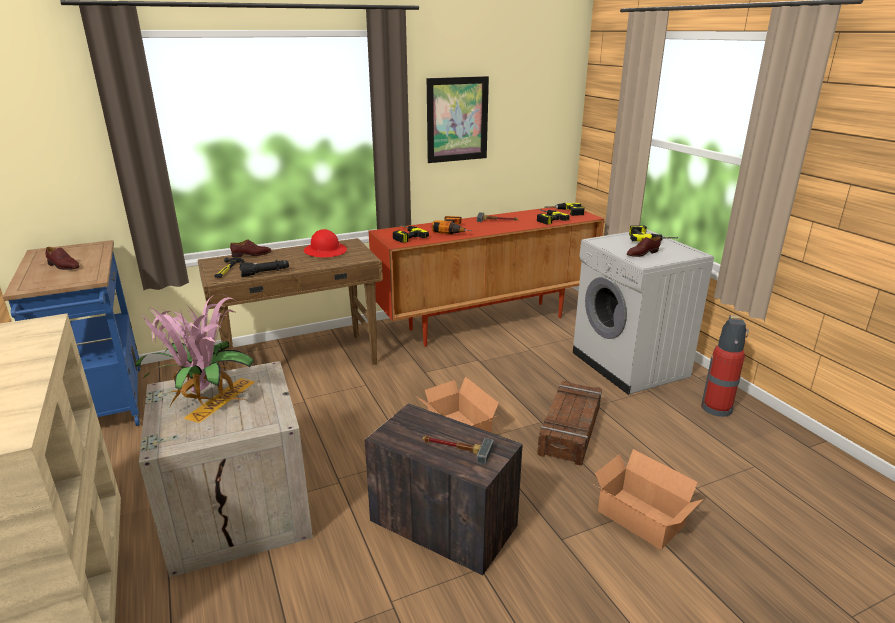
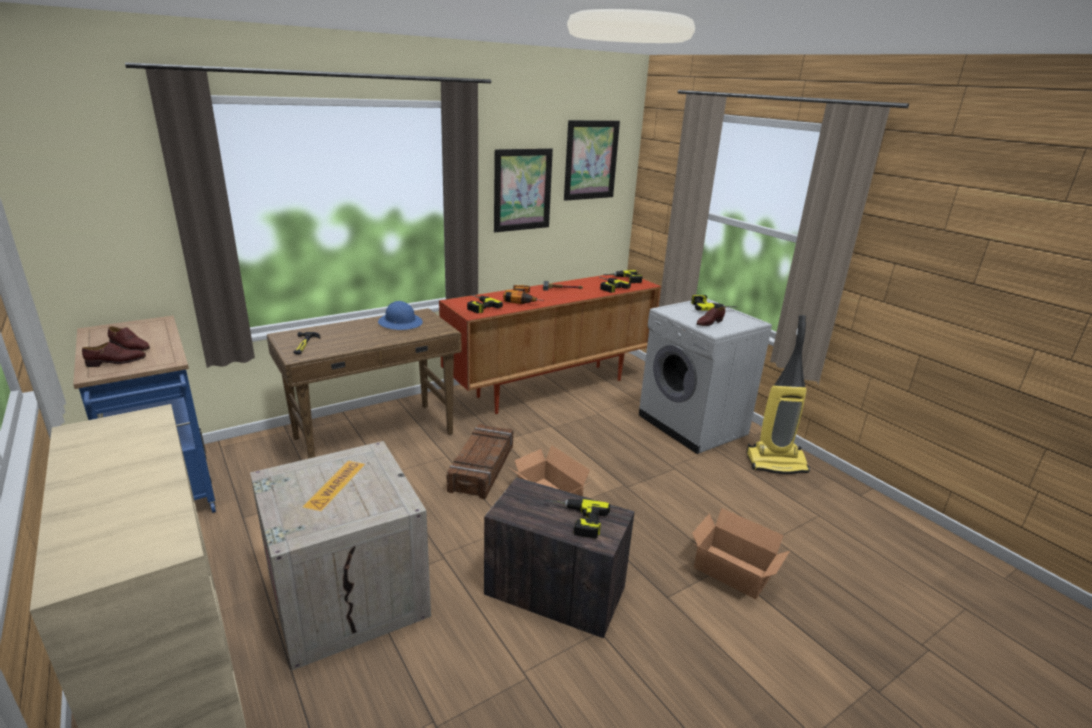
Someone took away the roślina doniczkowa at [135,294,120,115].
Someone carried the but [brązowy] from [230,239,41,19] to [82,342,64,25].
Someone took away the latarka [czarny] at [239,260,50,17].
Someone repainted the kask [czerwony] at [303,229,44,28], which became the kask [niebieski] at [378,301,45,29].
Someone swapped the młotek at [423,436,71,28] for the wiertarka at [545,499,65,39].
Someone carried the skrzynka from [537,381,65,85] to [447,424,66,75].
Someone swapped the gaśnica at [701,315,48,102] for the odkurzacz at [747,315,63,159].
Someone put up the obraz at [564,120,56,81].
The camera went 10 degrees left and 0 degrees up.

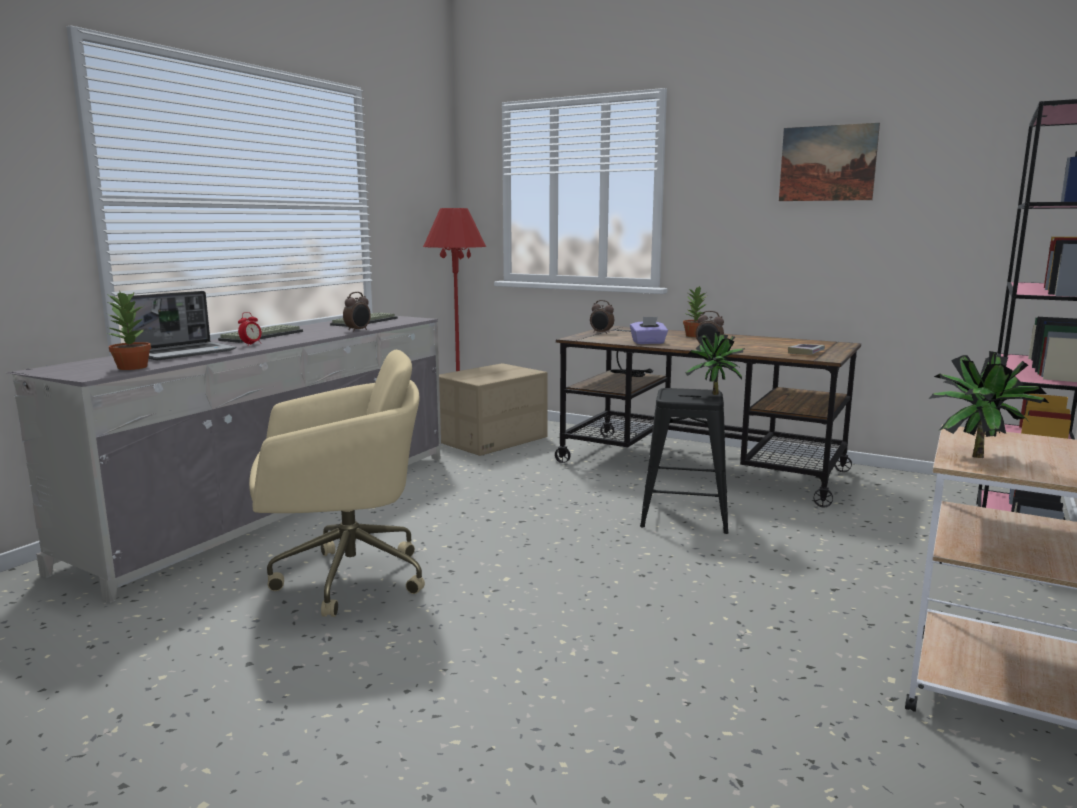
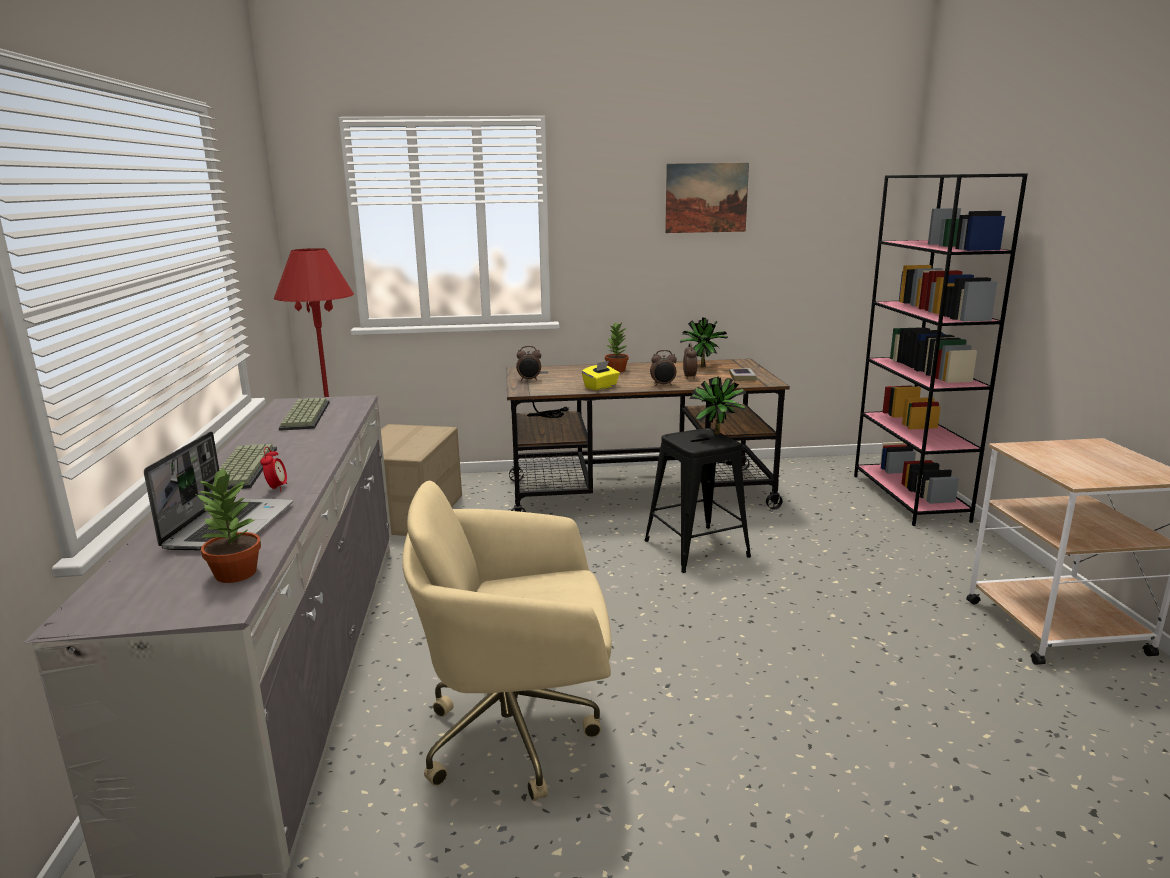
Someone rotated the krzesło biurowe [beżowy] at [249,350,176,267] by 135 degrees counterclockwise.
Someone carried the budzik from [343,292,28,40] to [683,343,14,36].
Someone repainted the pudełko chusteczek [fioletowy] at [630,317,38,27], which became the pudełko chusteczek [żółty] at [582,361,38,29].
Someone carried the roślina doniczkowa from [929,351,120,107] to [680,318,48,49].
The camera went 35 degrees left and 5 degrees up.

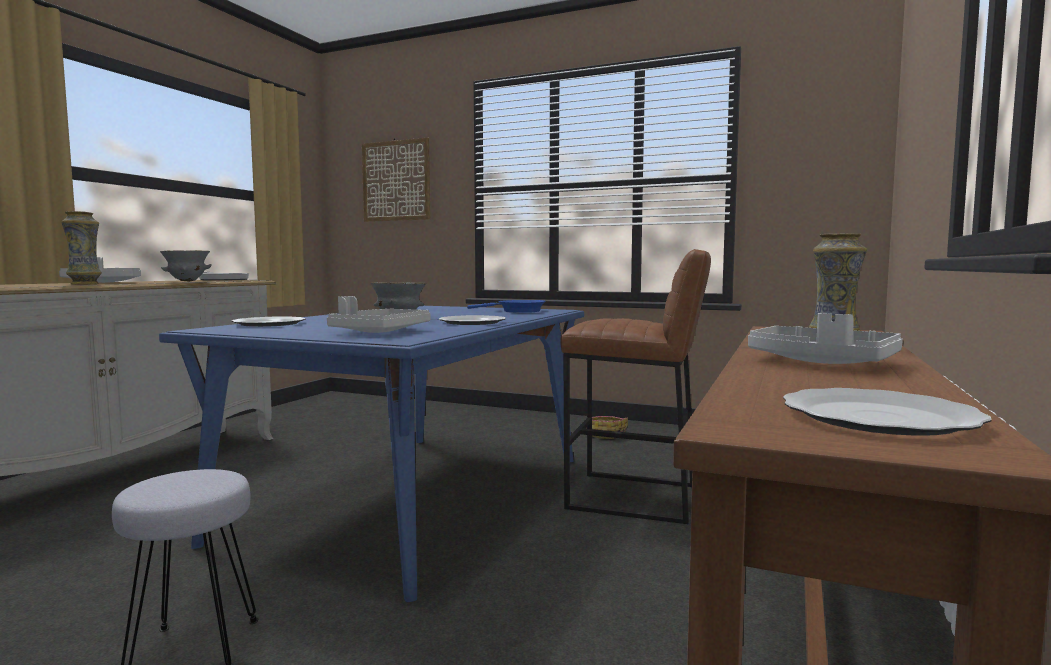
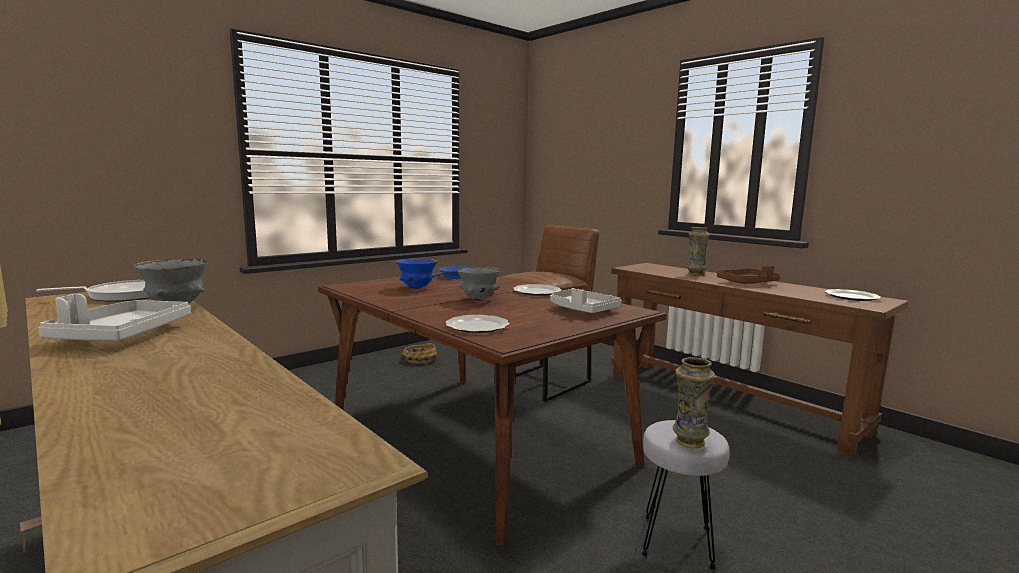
Someone carried the wazon from [61,211,41,74] to [673,357,42,92].
Someone repainted the stół jadalny [niebieski] at [159,306,425,296], which became the stół jadalny [brązowy] at [318,272,349,274].
Someone took away the obraz at [362,138,68,84].
Someone repainted the taca [szary] at [748,313,155,51], which became the taca [brązowy] at [717,265,63,19].
Someone put down the miska [niebieski] at [396,258,42,31].
The camera went 65 degrees left and 5 degrees up.

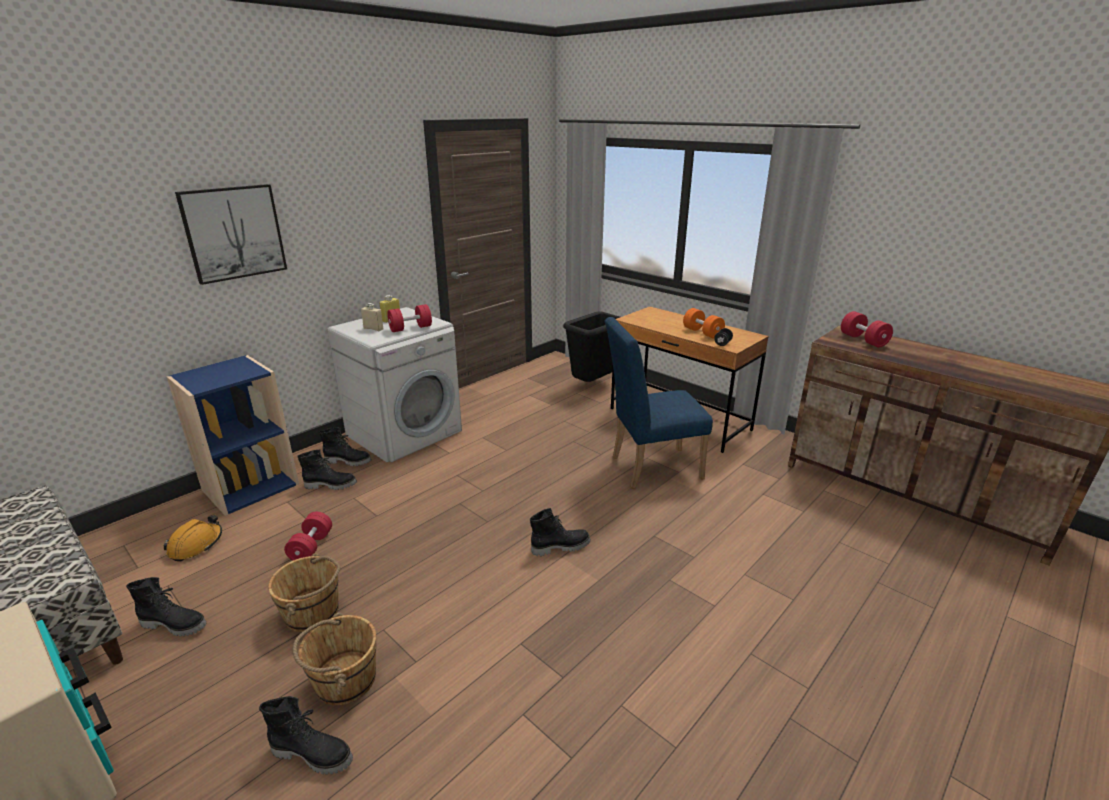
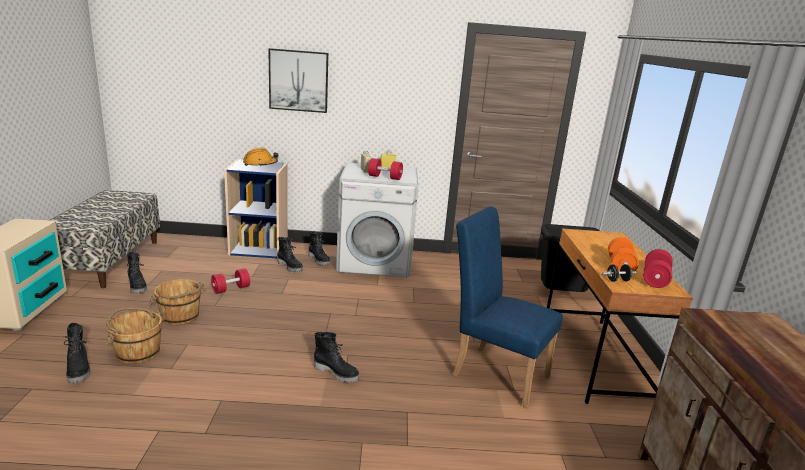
Someone carried the kask [pomarańczowy] from [164,515,58,47] to [243,148,35,19].
Someone carried the hantel [czerwony] from [841,311,52,36] to [643,249,30,39].
The camera went 45 degrees right and 5 degrees down.

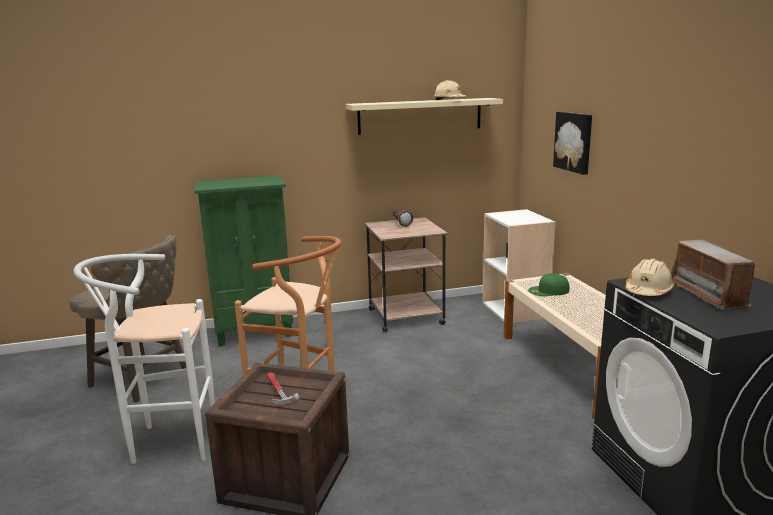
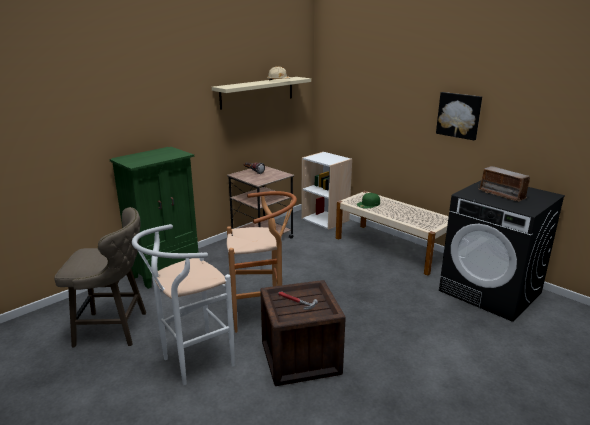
Someone carried the obraz from [553,112,39,63] to [436,92,46,48].
Someone took away the kask [beżowy] at [626,259,48,37].
The camera went 30 degrees left and 5 degrees up.

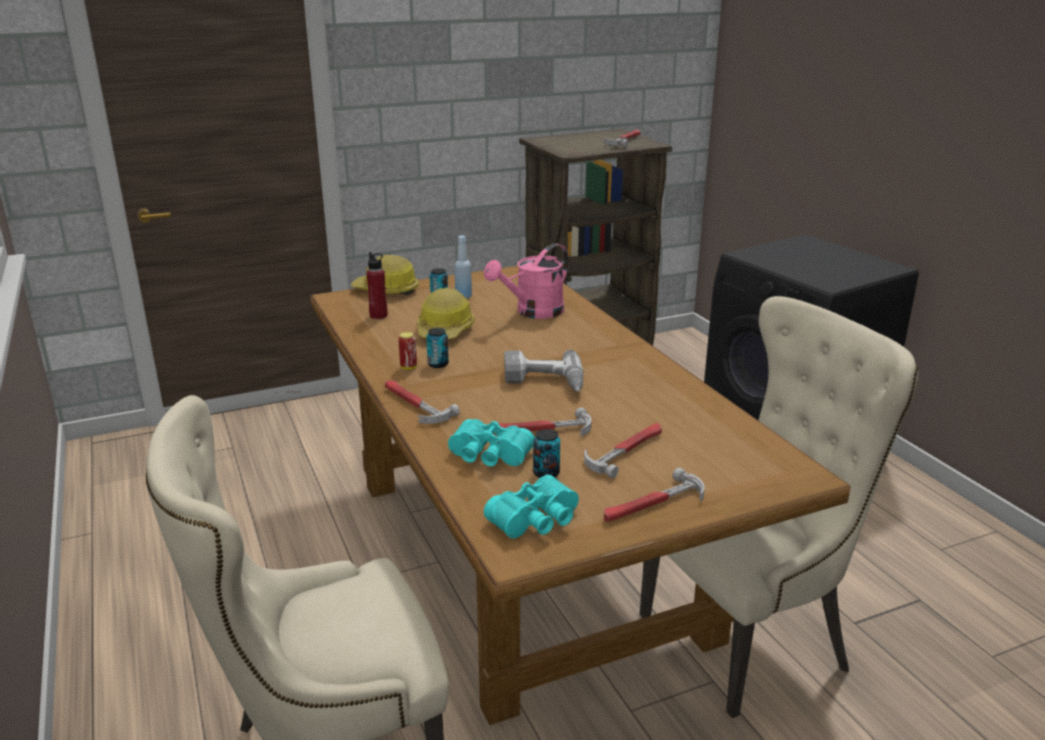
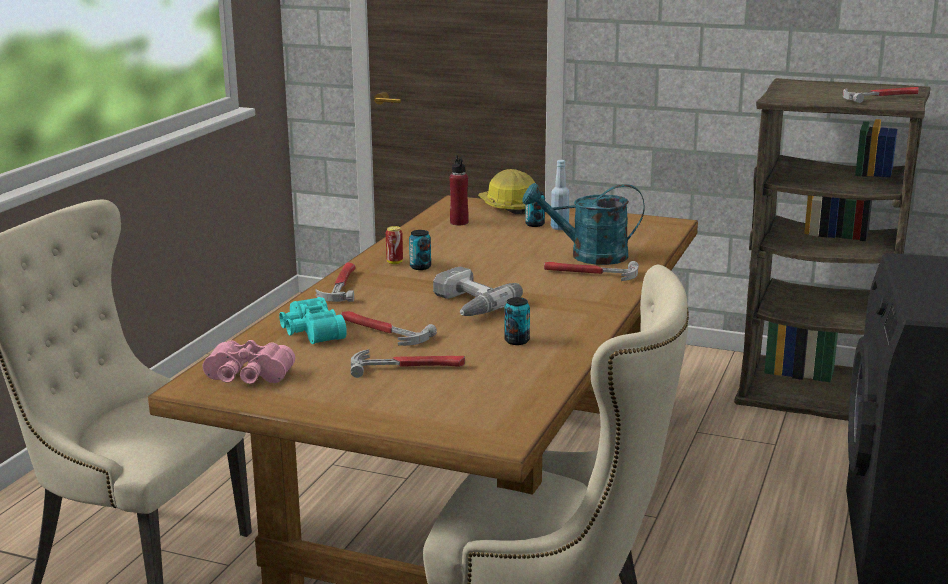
Someone took away the kask at [417,288,58,51].
Someone repainted the konewka [różowy] at [484,244,85,75], which became the konewka [turkusowy] at [522,183,122,82].
Someone repainted the lornetka [turkusowy] at [484,475,95,63], which became the lornetka [różowy] at [203,340,92,44].
Someone carried the puszka from [533,429,27,49] to [504,297,26,48].
Someone carried the młotek from [604,468,101,54] to [544,261,95,20].
The camera went 45 degrees right and 5 degrees down.

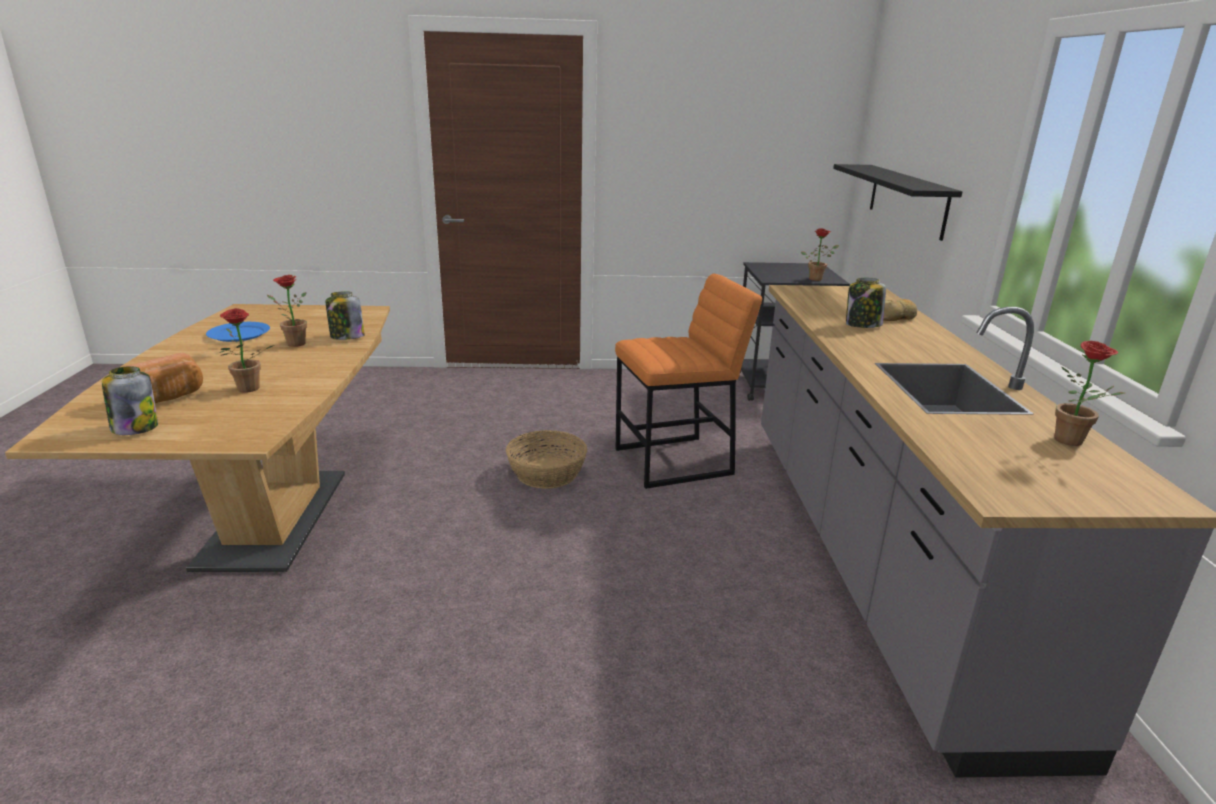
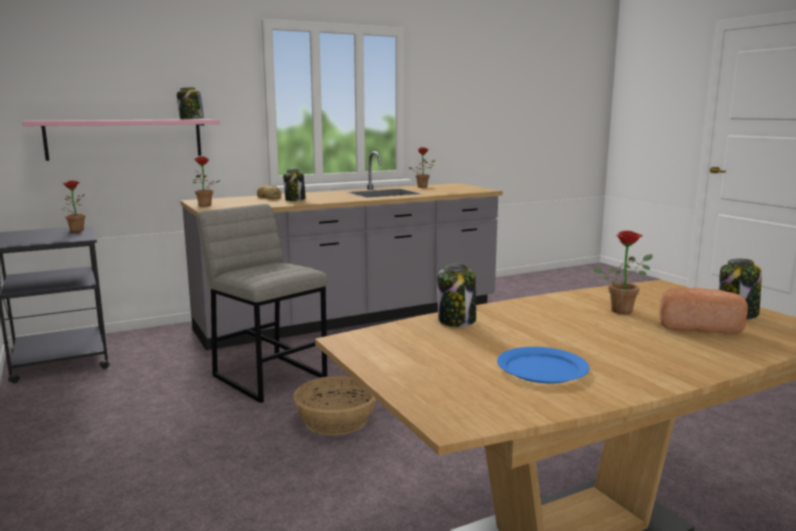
Someone carried the roślina doniczkowa from [267,275,40,72] to [193,156,28,51].
Someone repainted the krzesło [pomarańczowy] at [615,273,147,216], which became the krzesło [szary] at [196,204,131,199].
Someone repainted the półka [czarny] at [833,164,129,77], which became the półka [różowy] at [22,119,198,42].
Someone put down the słoik at [177,87,27,32].
The camera went 115 degrees left and 10 degrees down.

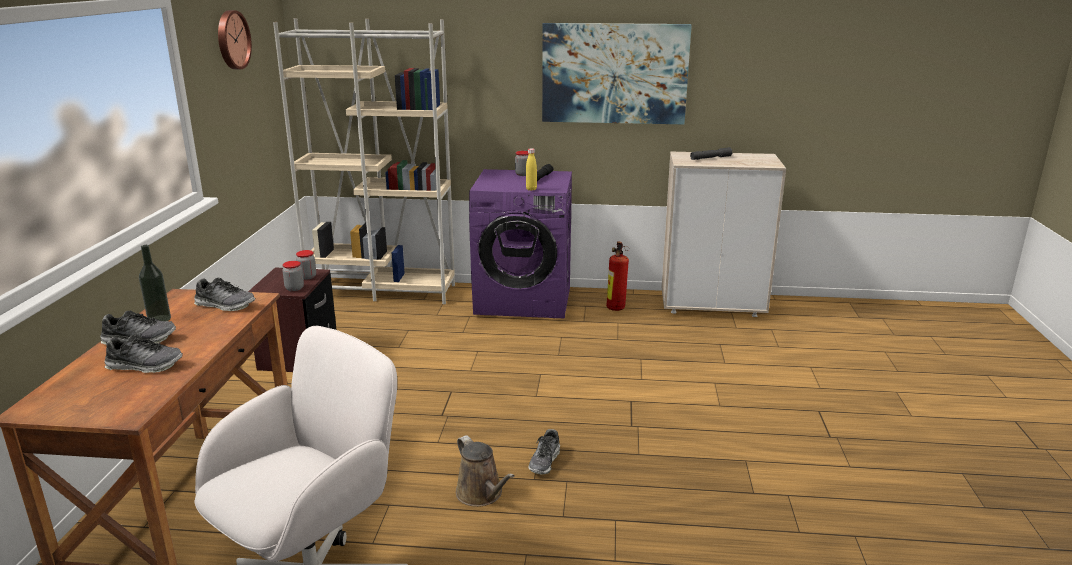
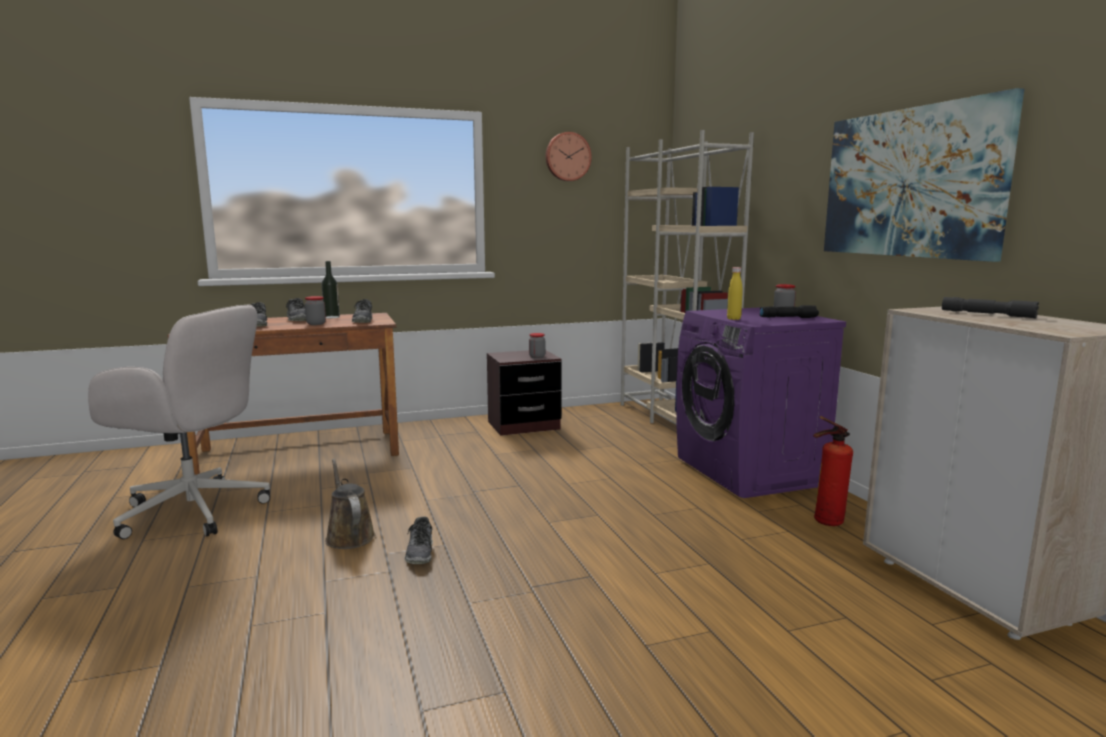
Someone carried the słoik from [282,261,22,30] to [305,296,21,29].
Someone rotated the konewka [brązowy] at [456,435,59,72] by 120 degrees clockwise.
Someone rotated the but at [529,429,31,45] by 90 degrees counterclockwise.
The camera went 65 degrees right and 10 degrees down.

